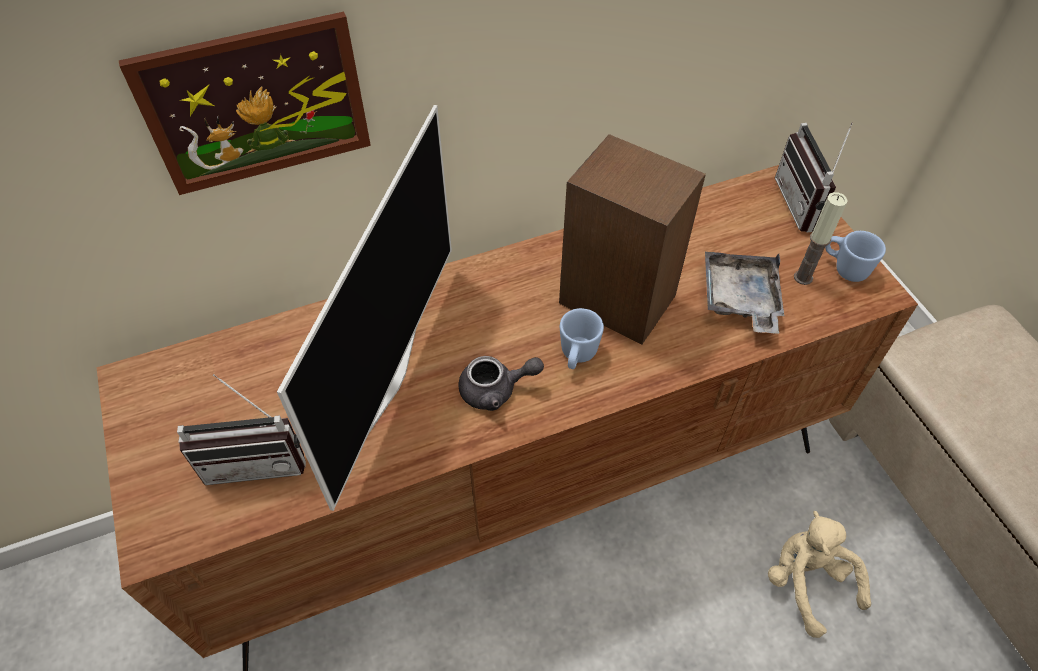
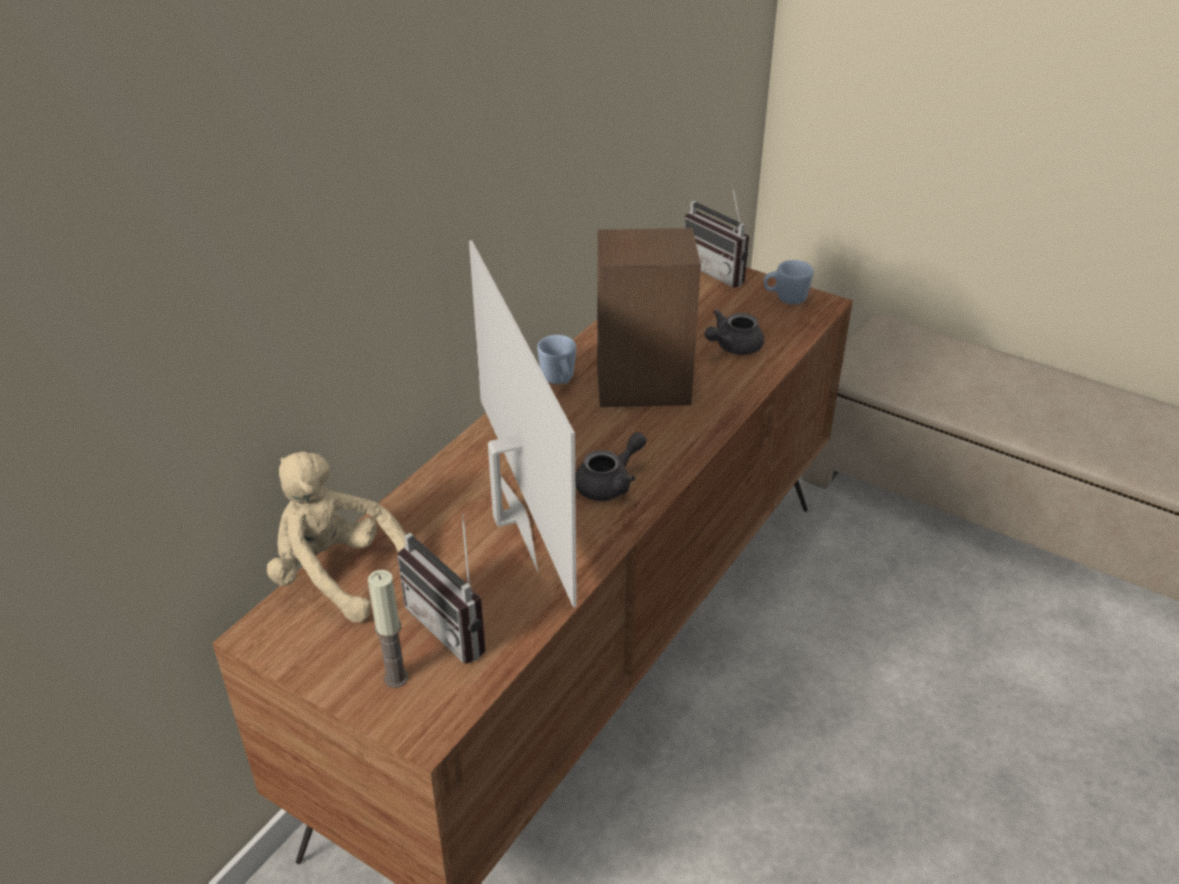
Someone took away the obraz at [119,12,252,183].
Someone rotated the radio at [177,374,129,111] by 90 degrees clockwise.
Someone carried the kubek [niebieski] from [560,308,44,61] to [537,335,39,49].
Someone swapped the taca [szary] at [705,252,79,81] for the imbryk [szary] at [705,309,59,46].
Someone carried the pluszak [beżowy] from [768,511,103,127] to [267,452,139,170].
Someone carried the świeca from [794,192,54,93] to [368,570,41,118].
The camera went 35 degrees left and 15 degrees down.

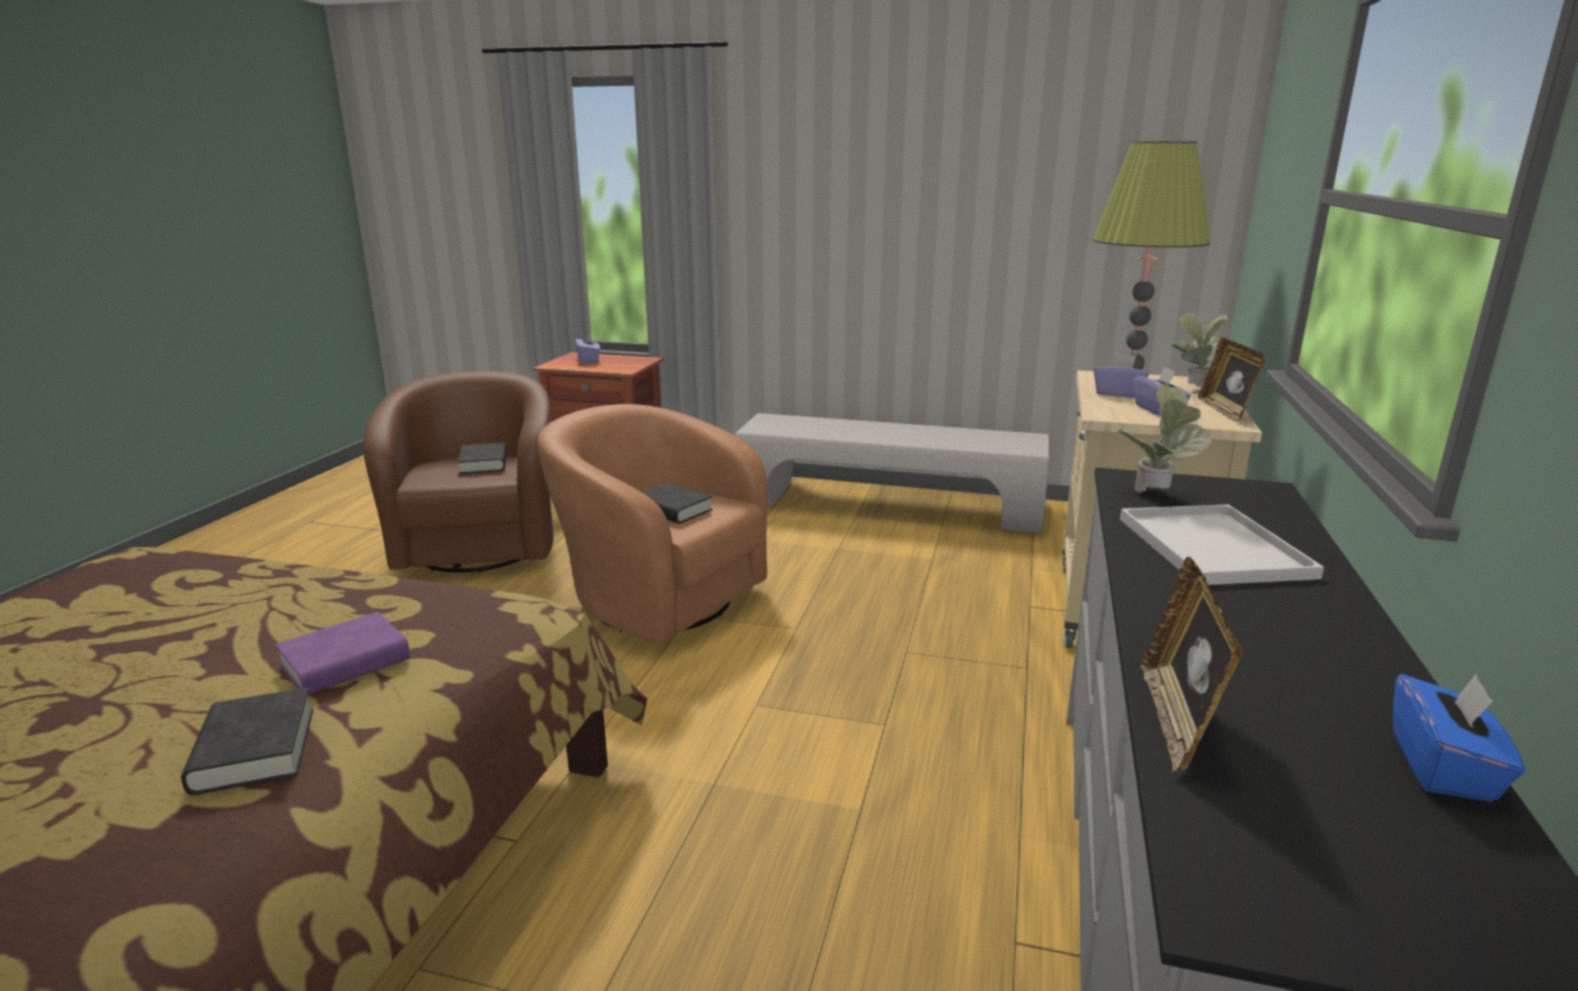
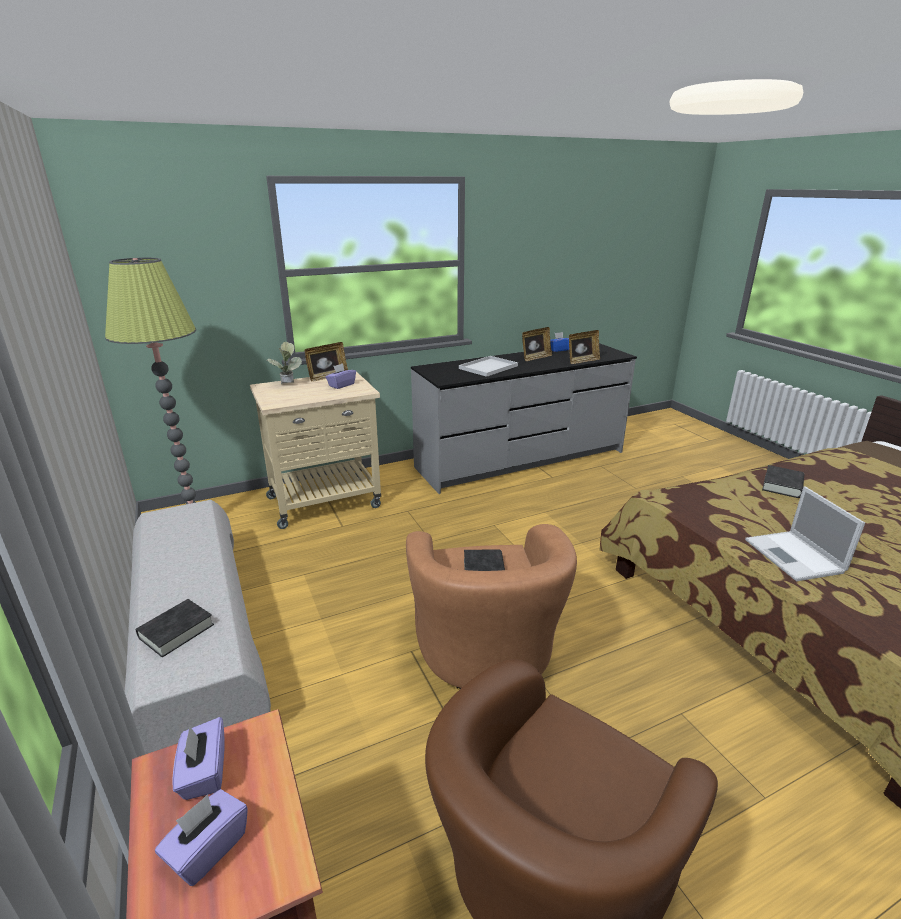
Someone took away the książka [fioletowy] at [275,612,135,83].
Someone carried the książka [czarny] from [458,442,49,32] to [136,599,78,58].
Someone carried the pudełko chusteczek [fioletowy] from [1094,353,55,45] to [172,717,53,83].
Someone took away the roślina doniczkowa at [1117,384,94,110].
Someone put down the ramka na zdjęcie at [522,327,30,34].
Someone put down the laptop at [745,486,120,95].
The camera went 130 degrees left and 5 degrees up.

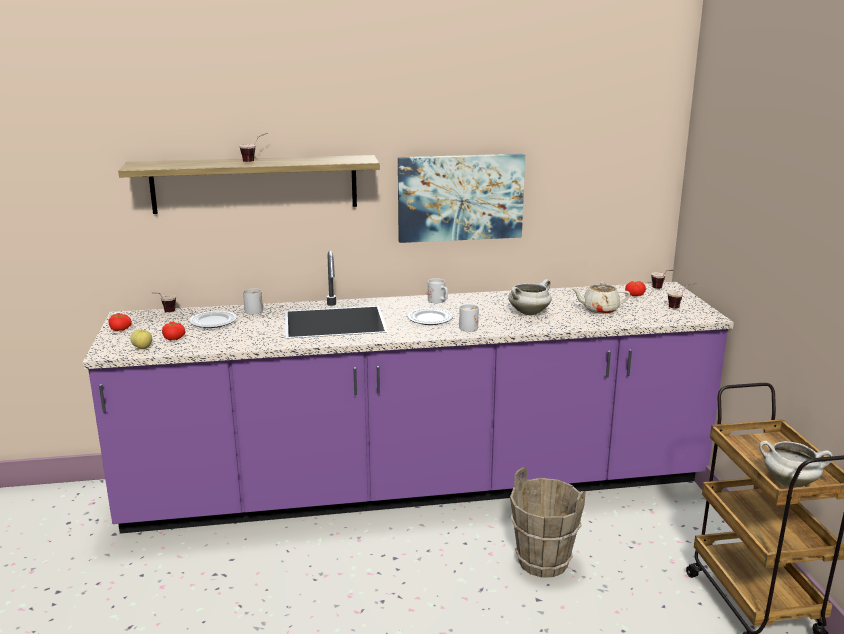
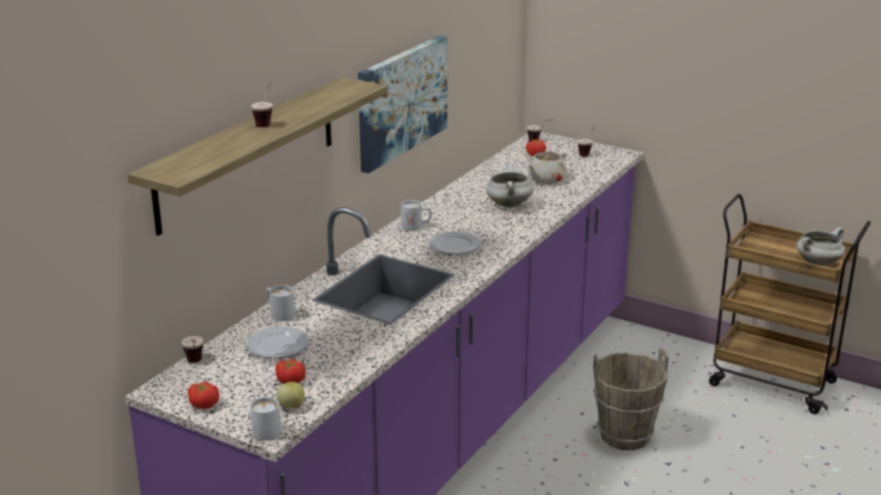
Someone carried the kubek [biały] from [459,304,20,28] to [250,395,31,46].
The camera went 50 degrees left and 5 degrees up.

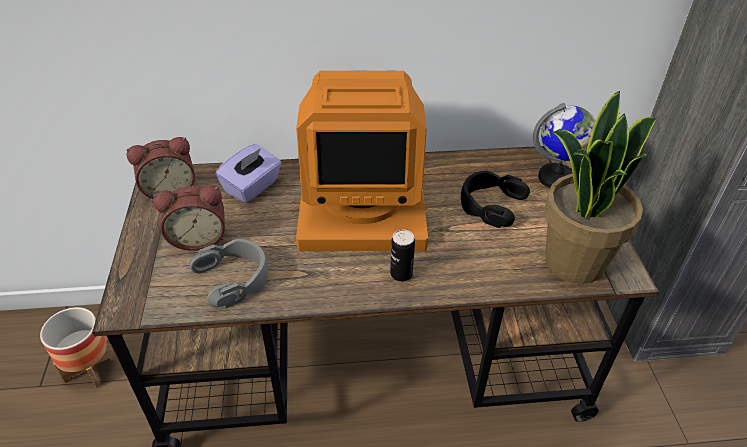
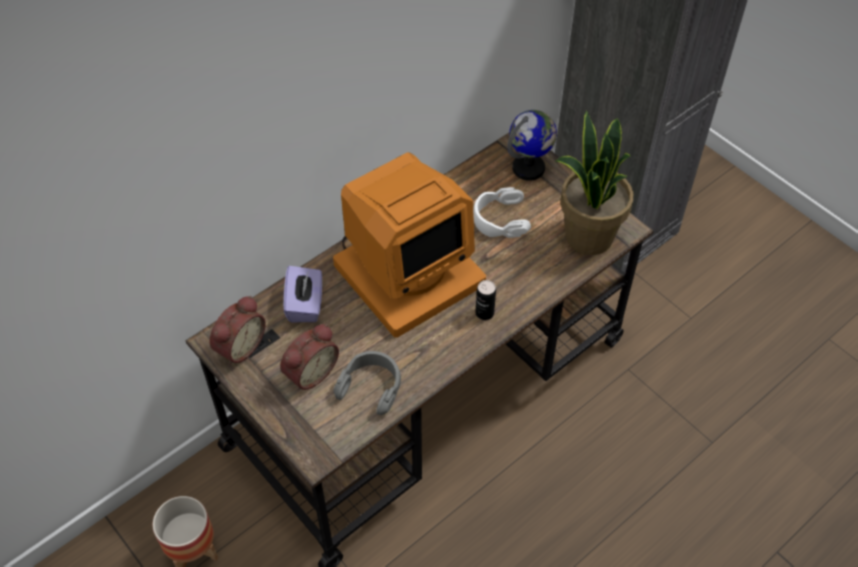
Someone repainted the słuchawki [czarny] at [461,171,69,57], which became the słuchawki [biały] at [473,187,58,51].
The camera went 35 degrees left and 10 degrees up.

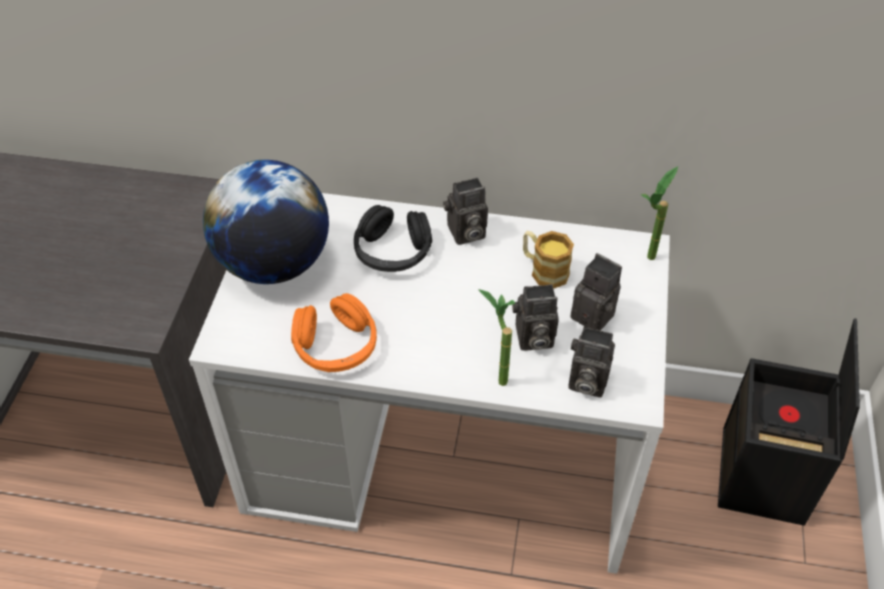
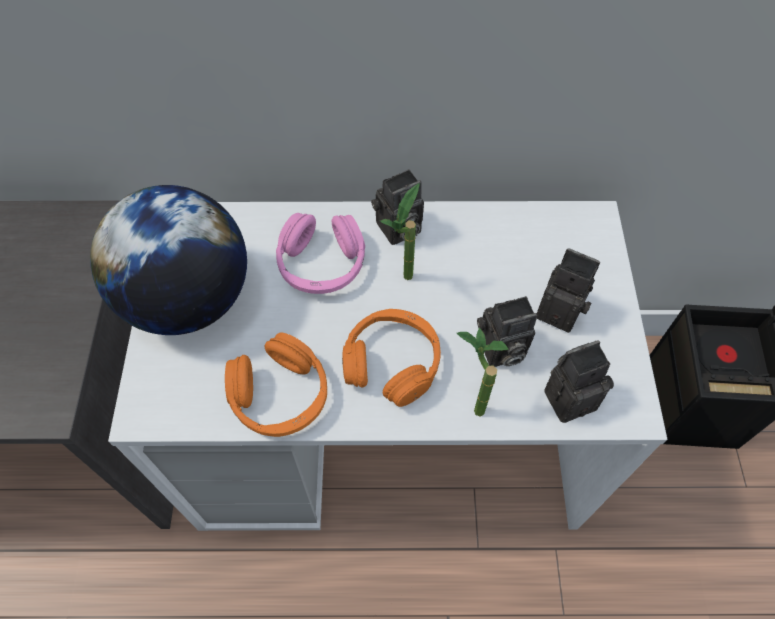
Someone repainted the słuchawki [czarny] at [354,205,78,67], which became the słuchawki [różowy] at [276,213,89,81].
Someone took away the kubek at [523,231,51,58].
Someone rotated the aparat fotograficzny at [569,326,46,72] by 150 degrees clockwise.
Someone carried the roślina doniczkowa from [640,167,38,93] to [380,183,40,97].
Someone put down the słuchawki [pomarańczowy] at [342,309,99,98].
The camera went 10 degrees left and 10 degrees up.

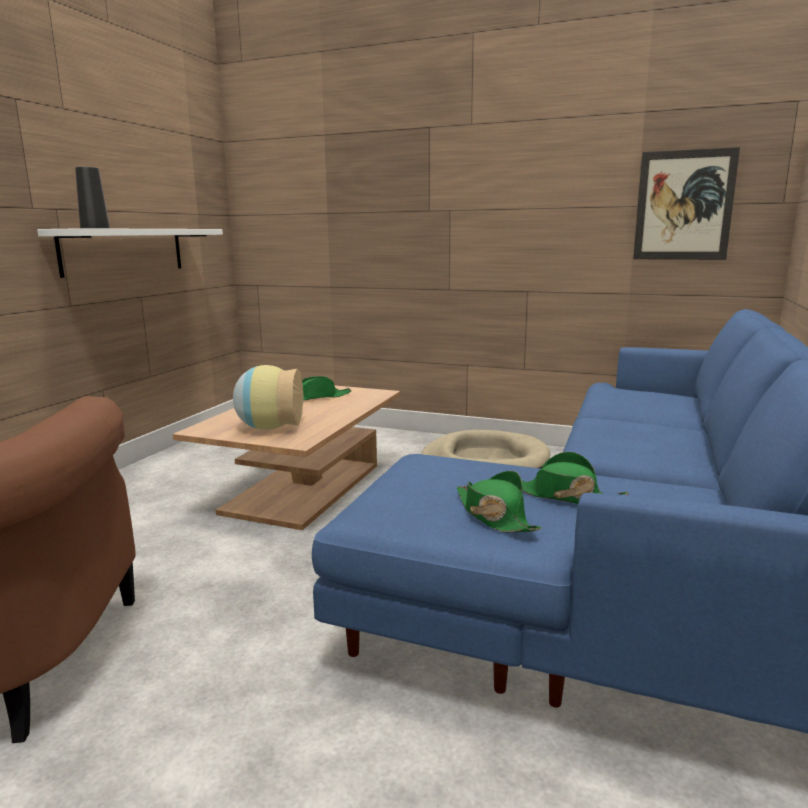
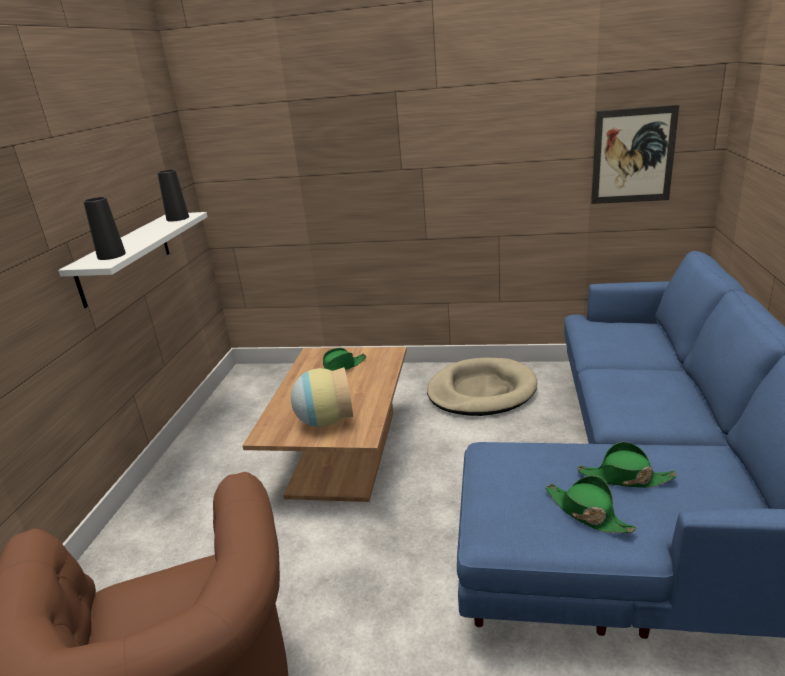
Someone put down the wazon [czarny] at [157,169,32,53].
The camera went 10 degrees left and 10 degrees up.

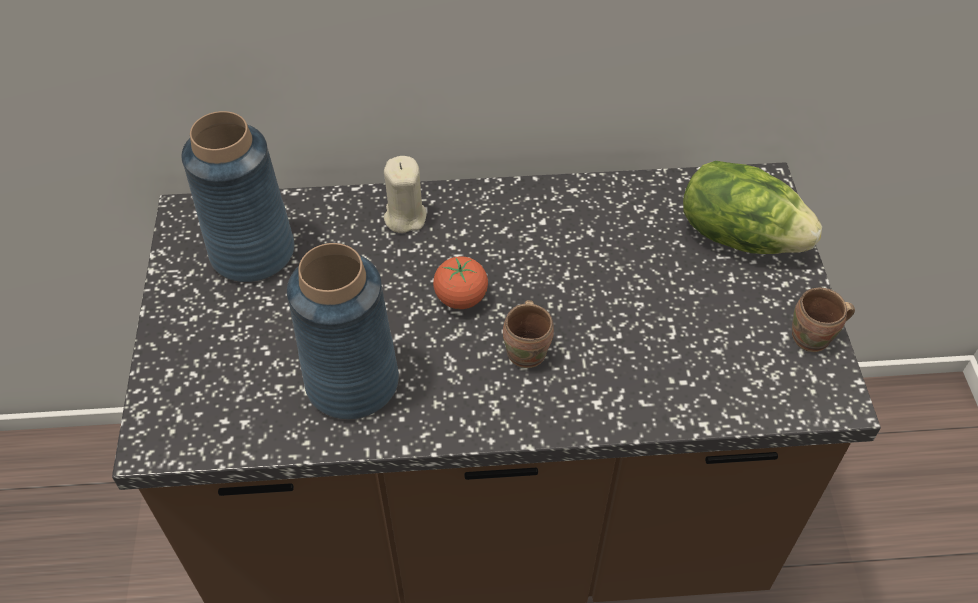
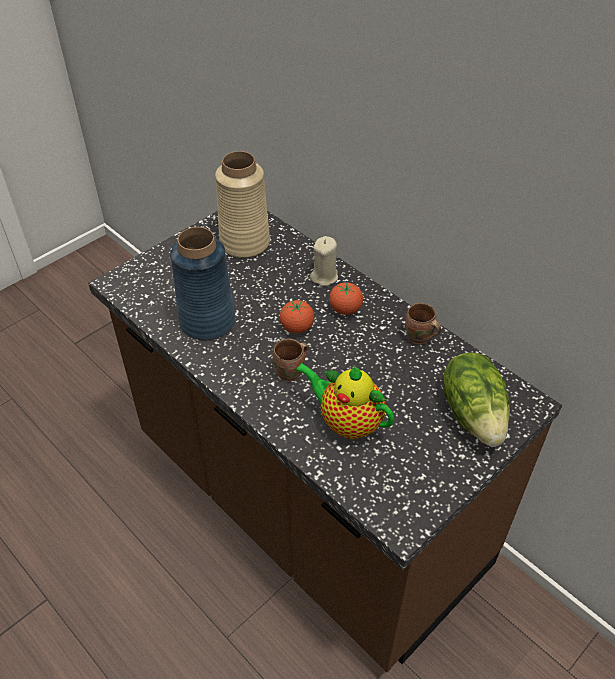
Someone repainted the wazon [niebieski] at [181,111,113,171], which became the wazon [beżowy] at [215,151,55,107].
Someone carried the kubek [brązowy] from [792,288,63,64] to [406,303,35,42].
Someone put down the imbryk at [295,363,99,76].
Someone put down the pomidor at [329,282,34,33].
The camera went 50 degrees right and 5 degrees down.

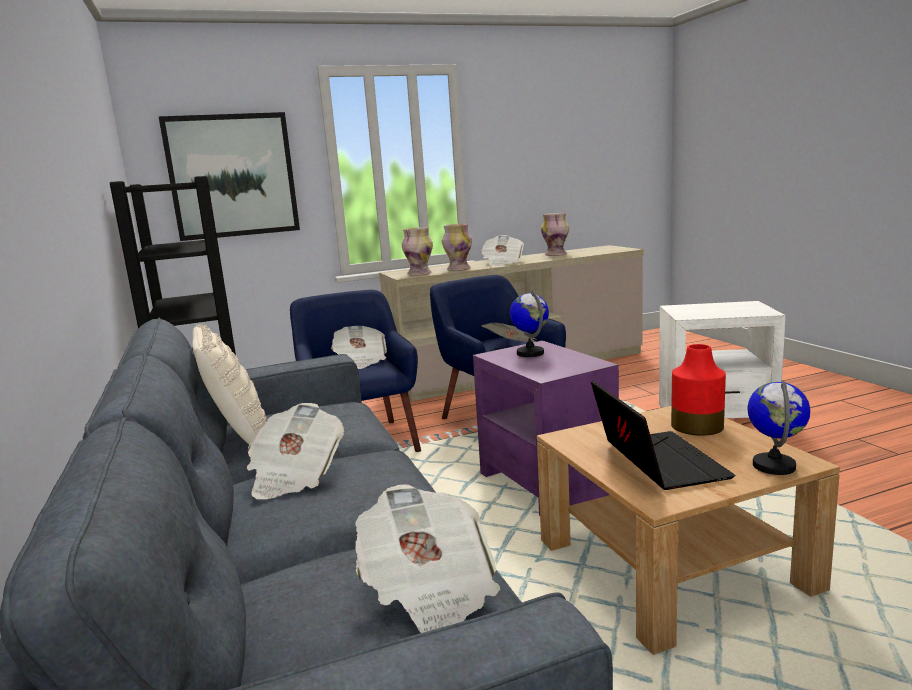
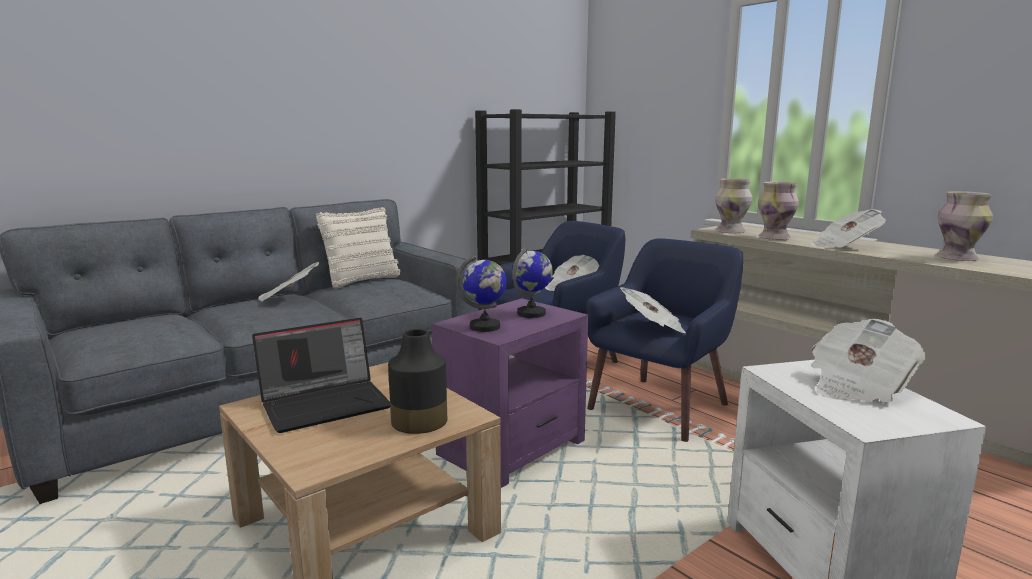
Someone took away the obraz at [158,112,142,129].
Someone carried the gazeta from [355,484,145,149] to [810,319,115,84].
Someone repainted the wazon [czerwony] at [671,344,55,92], which became the wazon [czarny] at [388,329,59,105].
Someone carried the globus from [748,380,62,95] to [456,255,51,77].
The camera went 70 degrees right and 0 degrees up.

